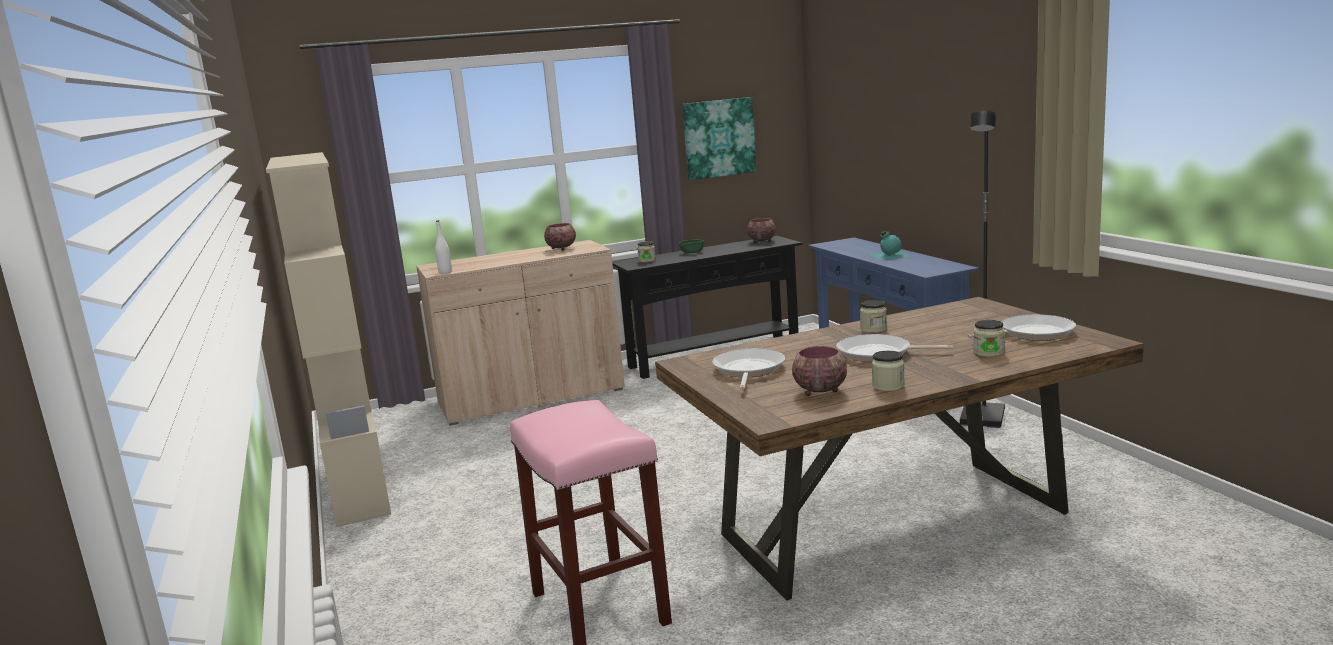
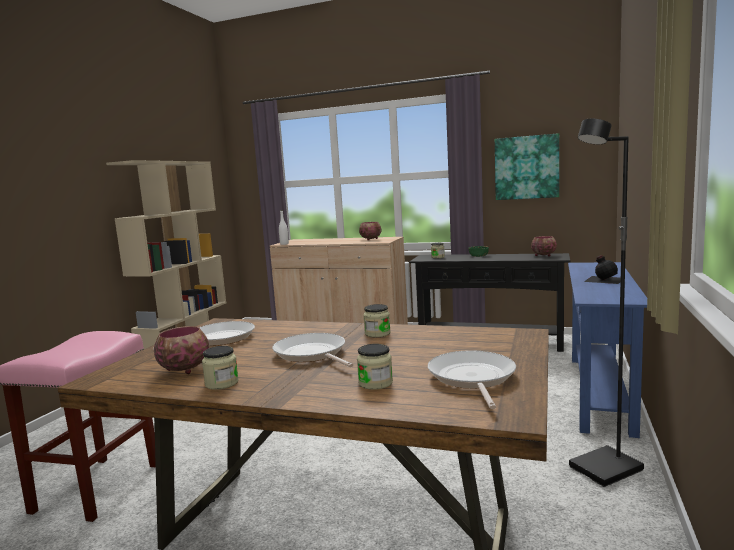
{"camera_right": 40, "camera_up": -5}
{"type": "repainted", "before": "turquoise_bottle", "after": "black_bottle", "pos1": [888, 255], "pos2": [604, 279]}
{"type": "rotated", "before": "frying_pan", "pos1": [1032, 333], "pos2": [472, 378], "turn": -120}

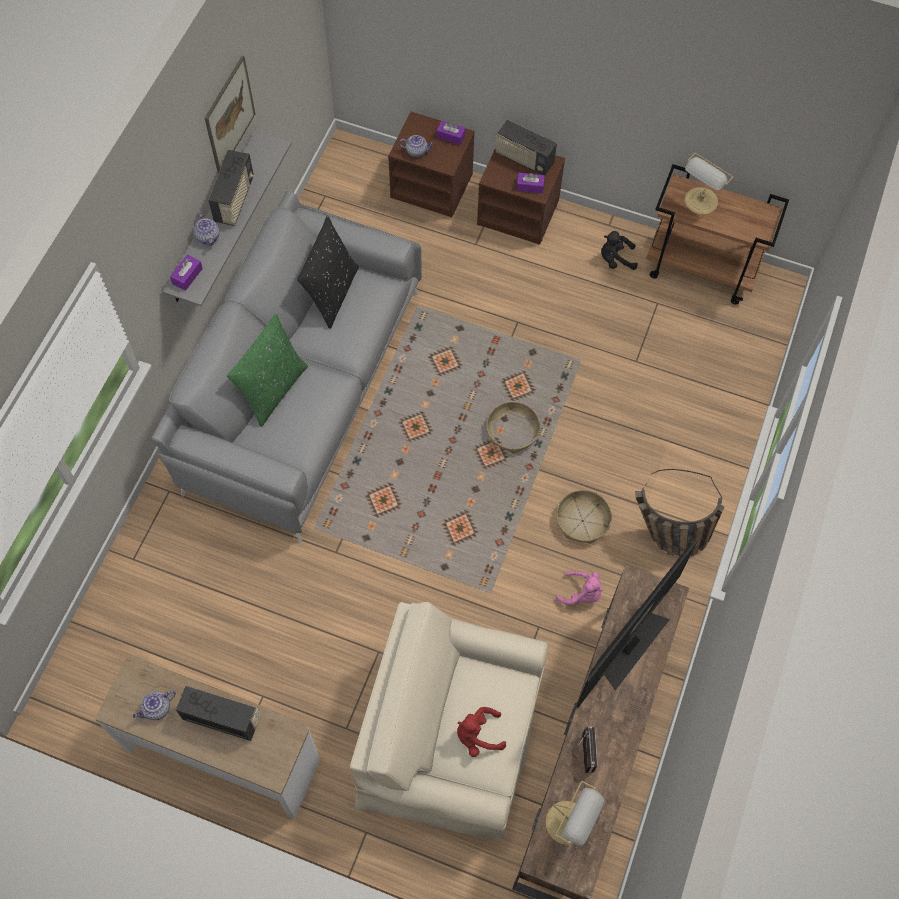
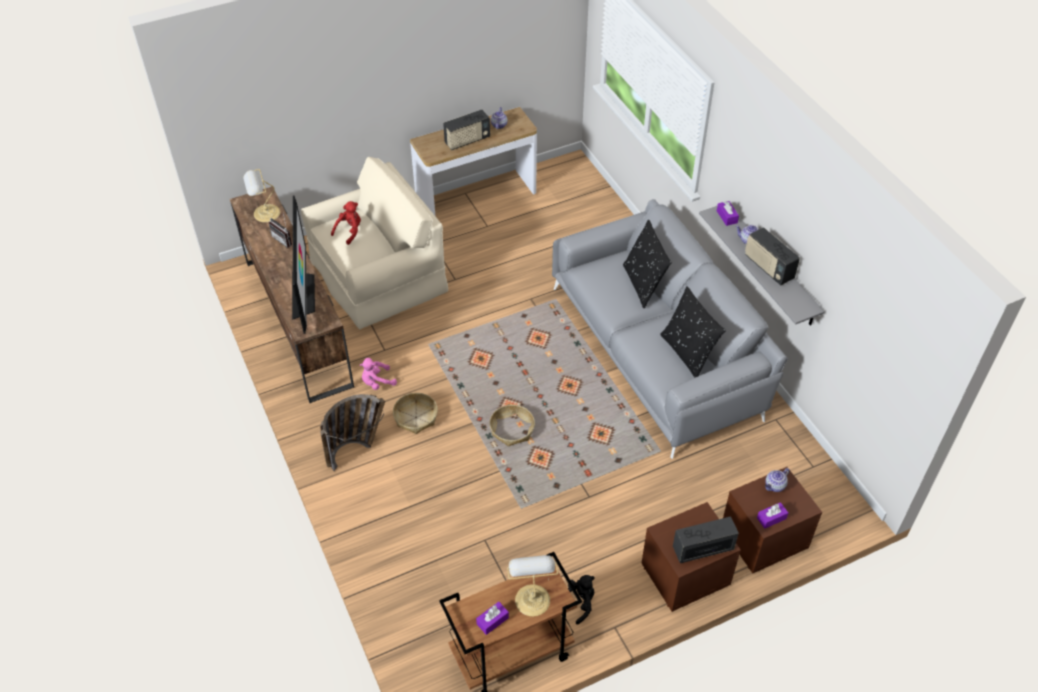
{"camera_right": 135, "camera_up": -15}
{"type": "gone", "before": "picture", "pos1": [229, 115]}
{"type": "shifted", "before": "purple_tissue_box", "pos1": [530, 186], "pos2": [492, 621]}
{"type": "repainted", "before": "green_pillow", "after": "black_pillow", "pos1": [272, 389], "pos2": [643, 284]}

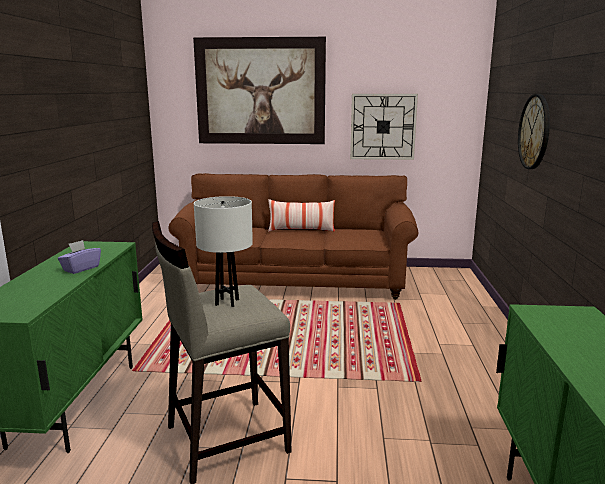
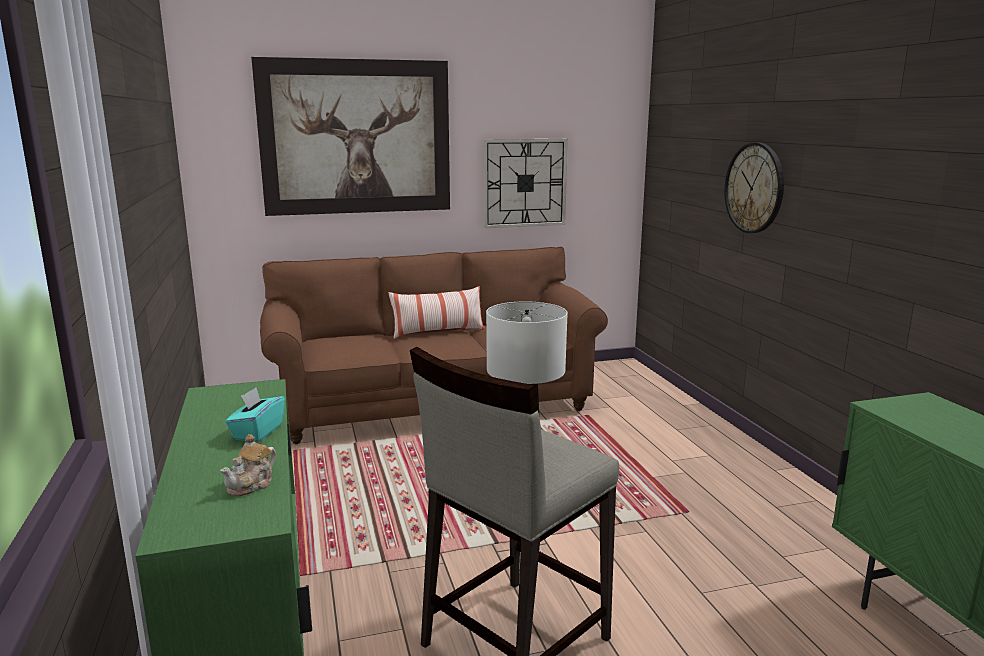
{"camera_right": -20, "camera_up": 0}
{"type": "new", "after": "teapot", "pos2": [252, 485]}
{"type": "repainted", "before": "purple_tissue_box", "after": "turquoise_tissue_box", "pos1": [81, 268], "pos2": [257, 432]}

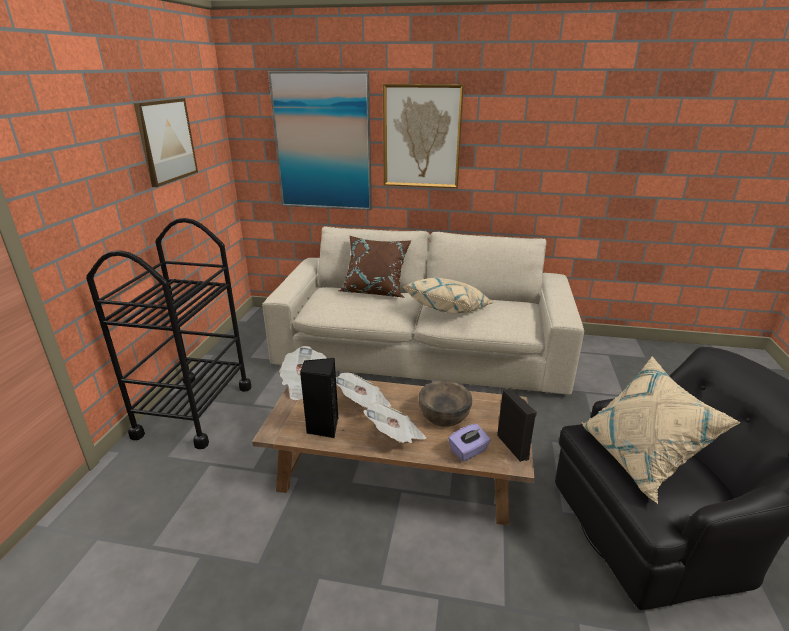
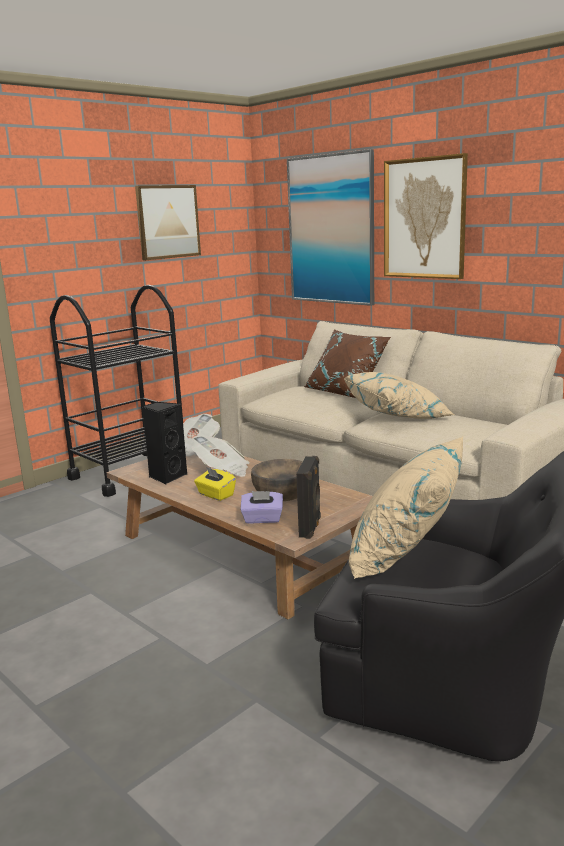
{"camera_right": 35, "camera_up": -10}
{"type": "swapped", "before": "newspaper", "after": "yellow_tissue_box", "pos1": [395, 436], "pos2": [215, 495]}

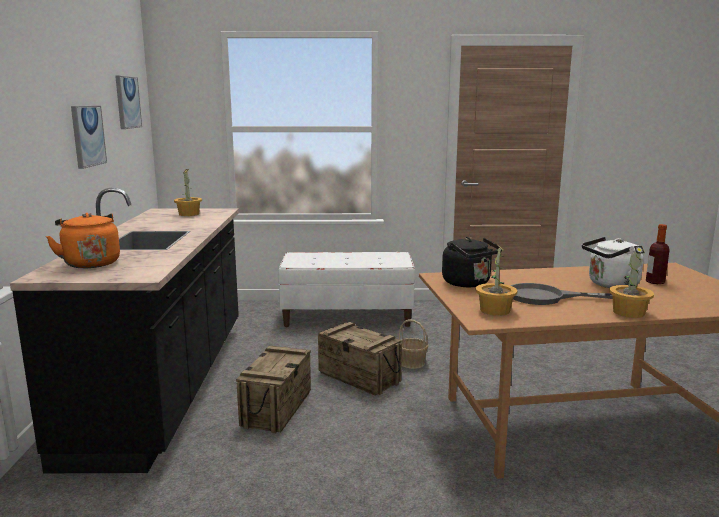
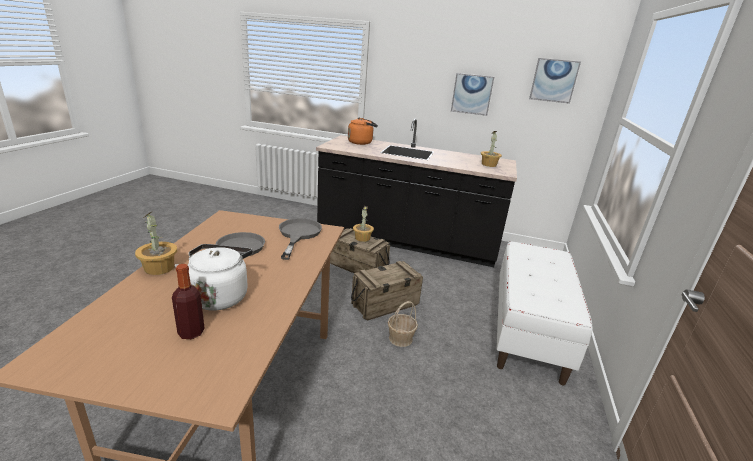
{"camera_right": 105, "camera_up": 10}
{"type": "shifted", "before": "potted_plant", "pos1": [494, 310], "pos2": [362, 238]}
{"type": "swapped", "before": "black_kettle", "after": "grey_frying_pan", "pos1": [468, 283], "pos2": [298, 234]}

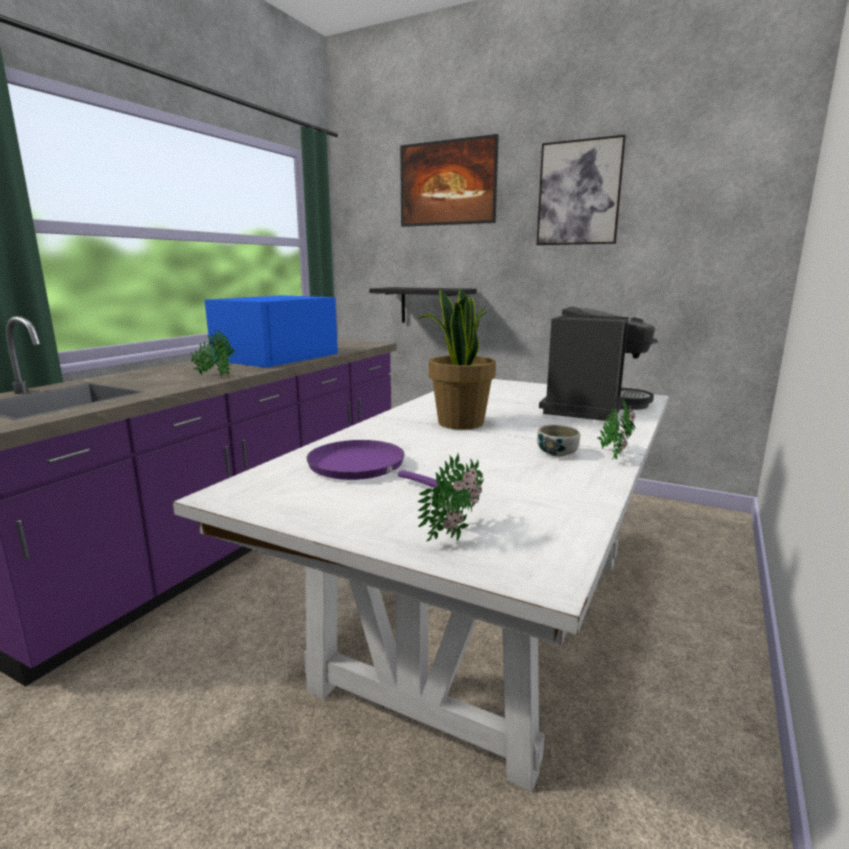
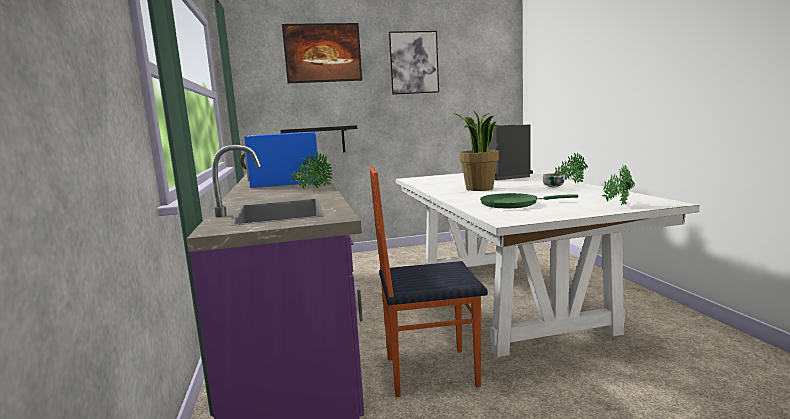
{"camera_right": -40, "camera_up": -5}
{"type": "new", "after": "chair", "pos2": [429, 371]}
{"type": "repainted", "before": "purple_frying_pan", "after": "green_frying_pan", "pos1": [362, 467], "pos2": [513, 204]}

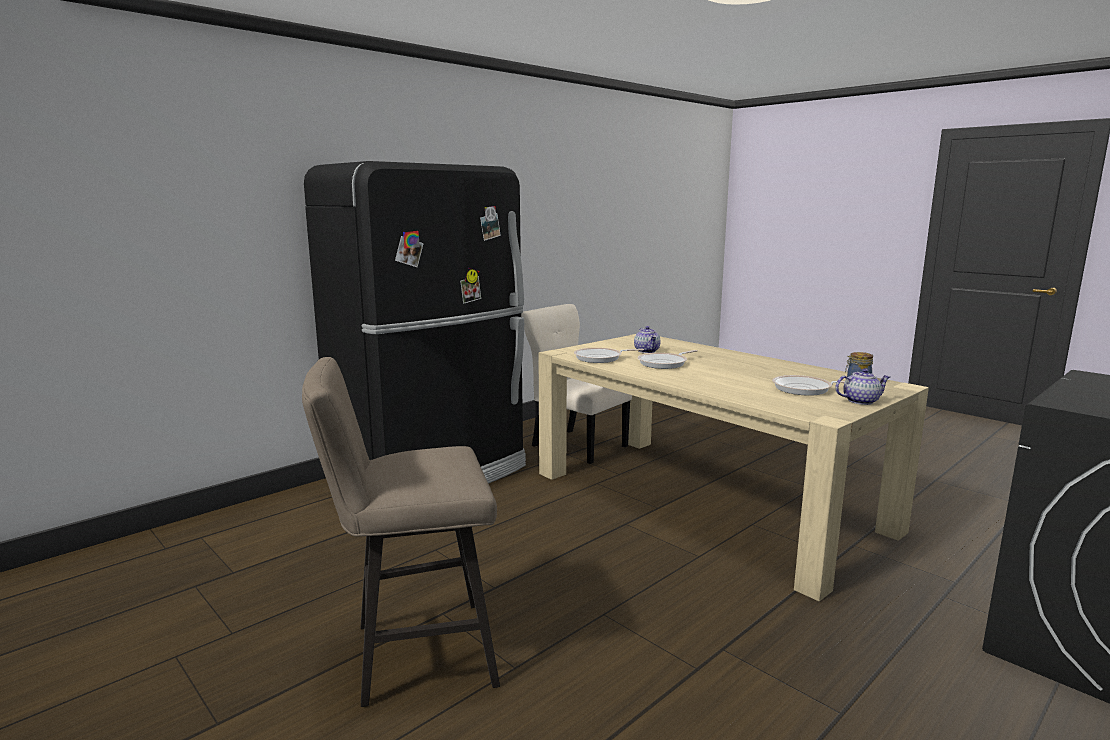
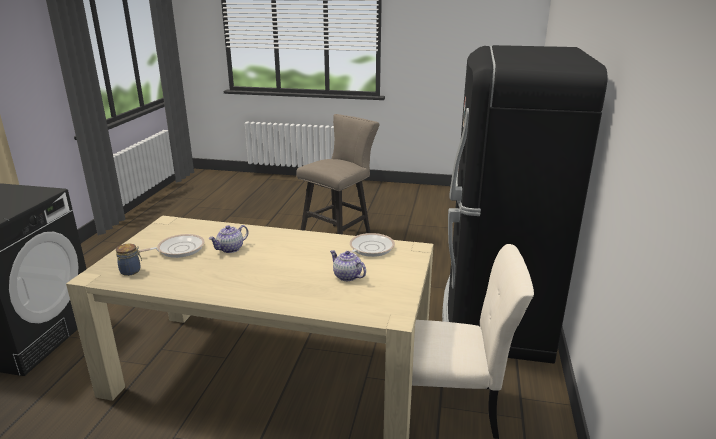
{"camera_right": 145, "camera_up": 10}
{"type": "gone", "before": "frying_pan", "pos1": [665, 363]}
{"type": "shifted", "before": "teapot", "pos1": [860, 401], "pos2": [230, 249]}

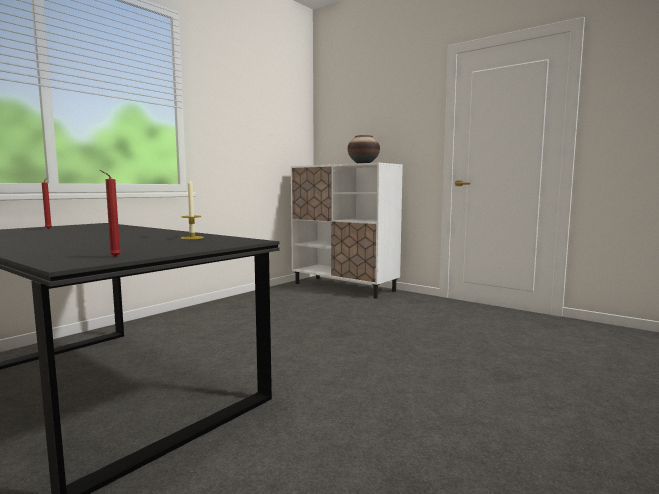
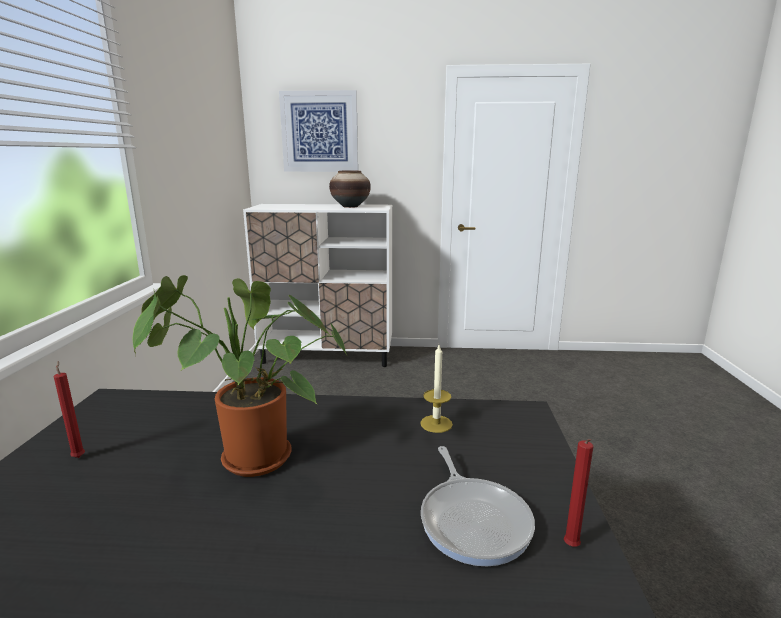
{"camera_right": -35, "camera_up": 10}
{"type": "new", "after": "potted_plant", "pos2": [248, 461]}
{"type": "new", "after": "picture", "pos2": [319, 132]}
{"type": "new", "after": "frying_pan", "pos2": [473, 520]}

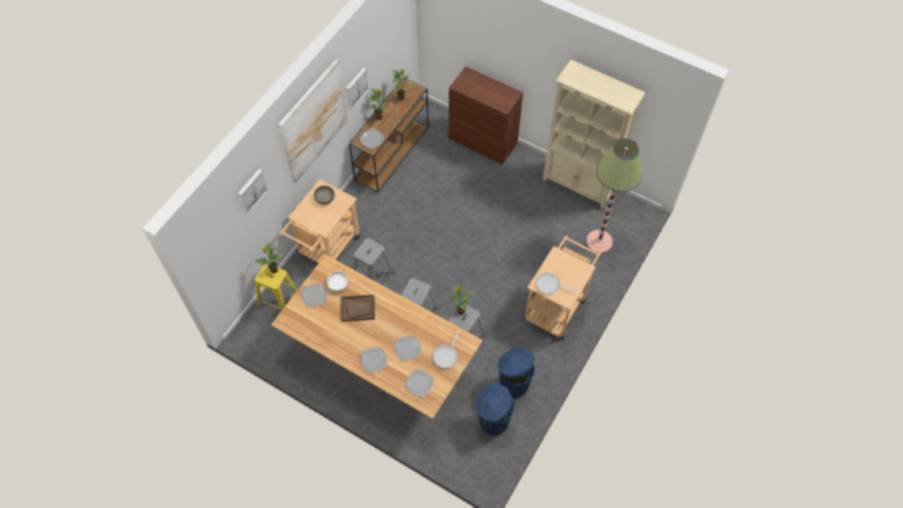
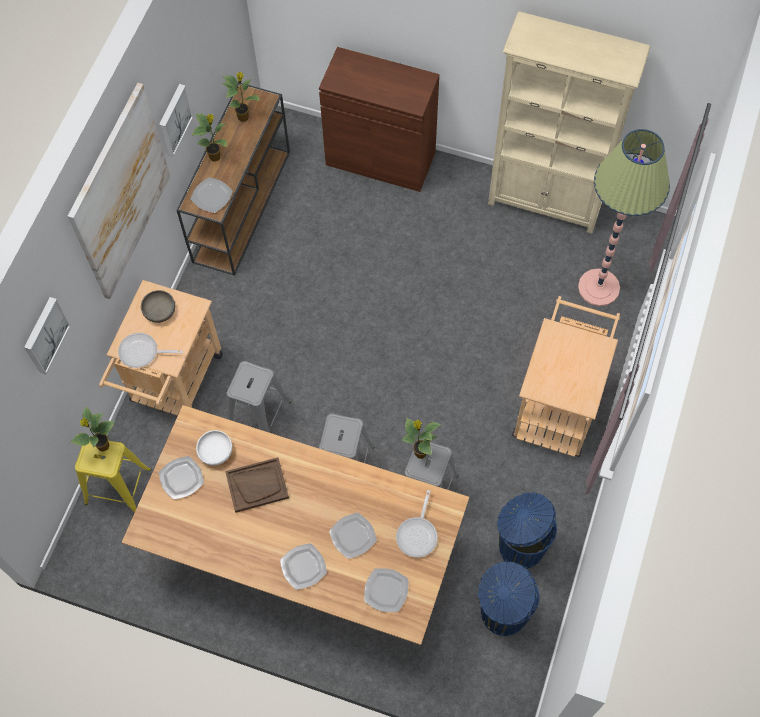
{"camera_right": -10, "camera_up": 5}
{"type": "shifted", "before": "frying_pan", "pos1": [550, 285], "pos2": [142, 352]}

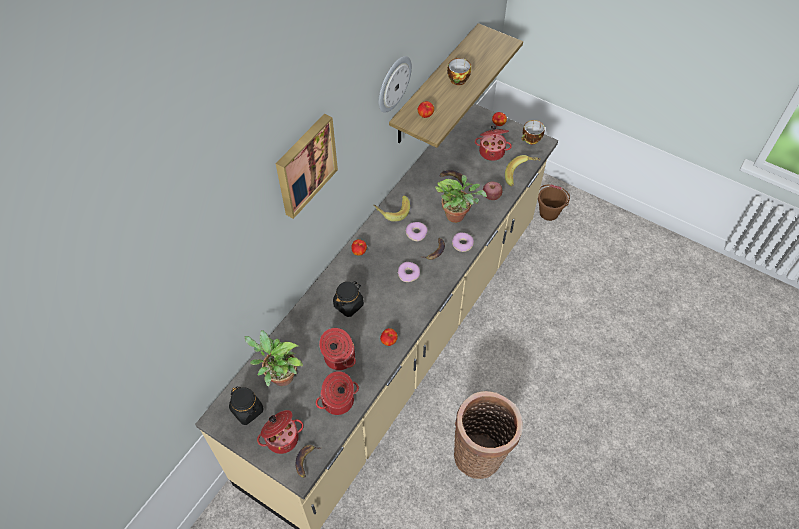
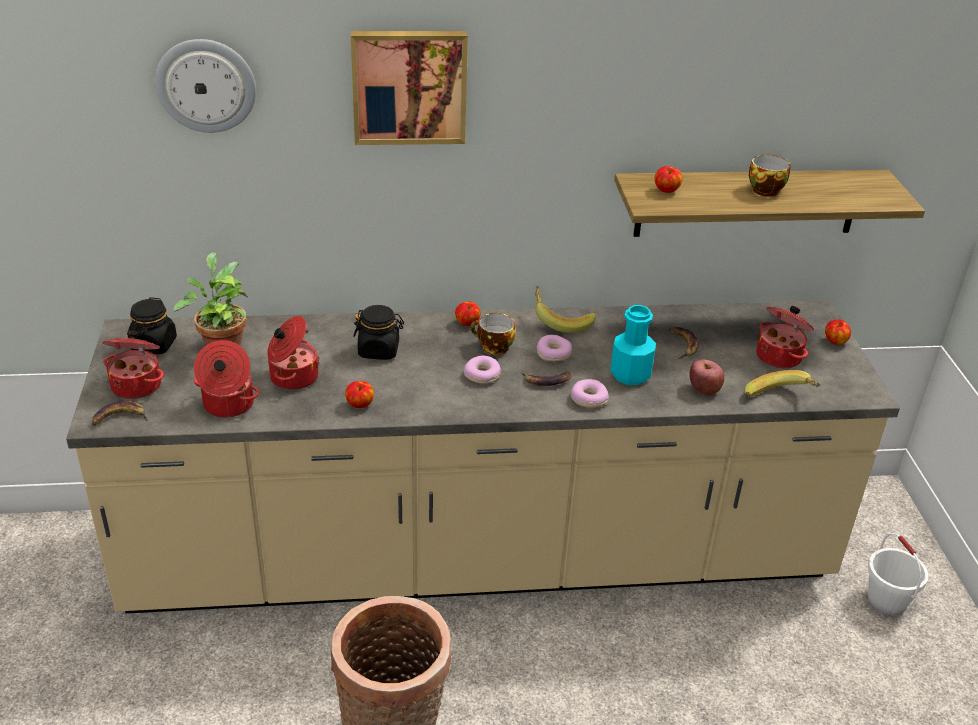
{"camera_right": 50, "camera_up": -20}
{"type": "shifted", "before": "wall_clock", "pos1": [393, 83], "pos2": [206, 85]}
{"type": "shifted", "before": "cup", "pos1": [531, 140], "pos2": [493, 347]}
{"type": "swapped", "before": "potted_plant", "after": "turquoise_bottle", "pos1": [458, 215], "pos2": [630, 374]}
{"type": "repainted", "before": "brown_bucket", "after": "white_bucket", "pos1": [549, 213], "pos2": [887, 601]}

